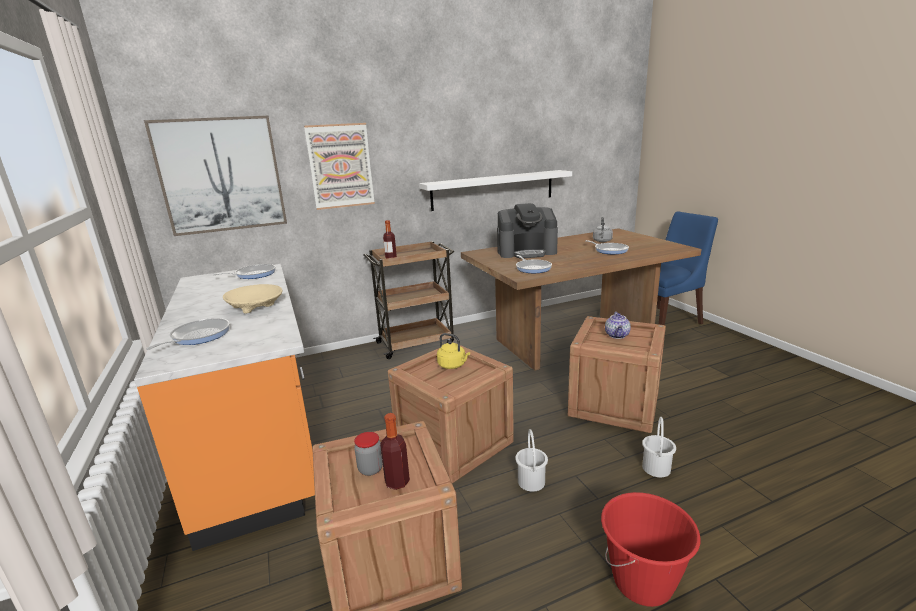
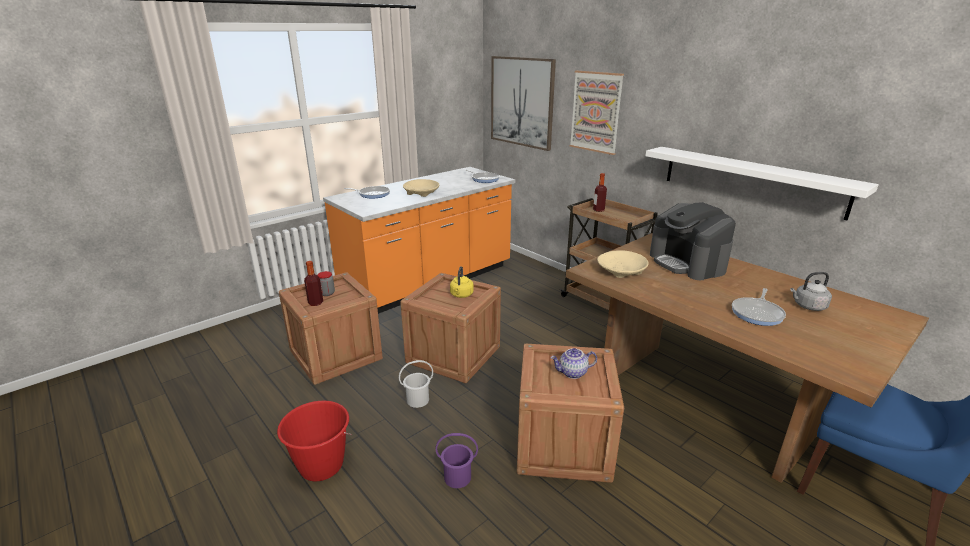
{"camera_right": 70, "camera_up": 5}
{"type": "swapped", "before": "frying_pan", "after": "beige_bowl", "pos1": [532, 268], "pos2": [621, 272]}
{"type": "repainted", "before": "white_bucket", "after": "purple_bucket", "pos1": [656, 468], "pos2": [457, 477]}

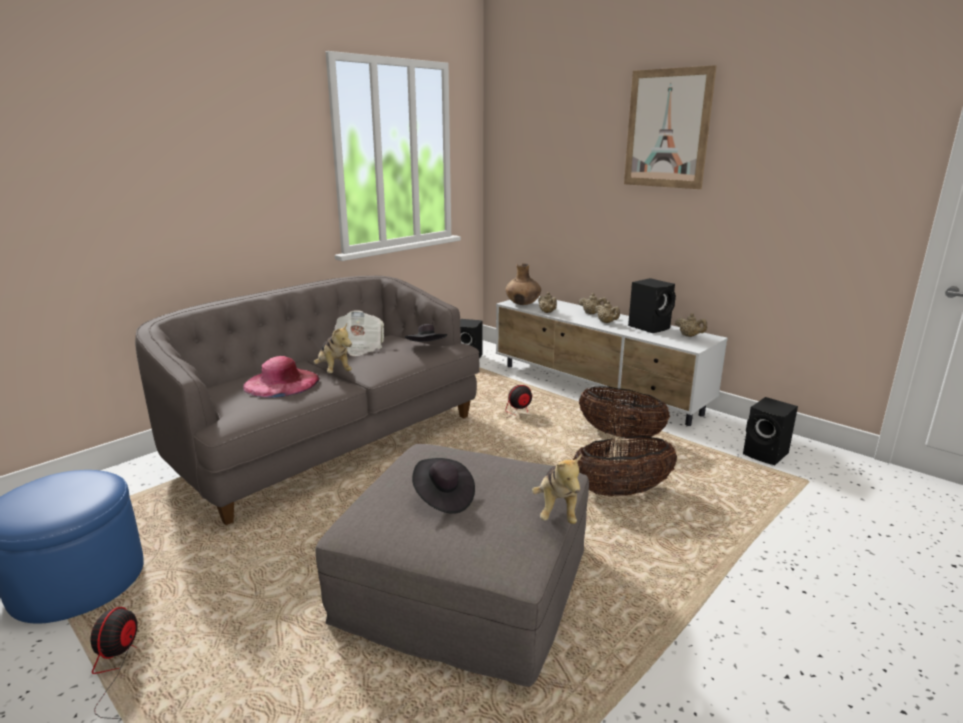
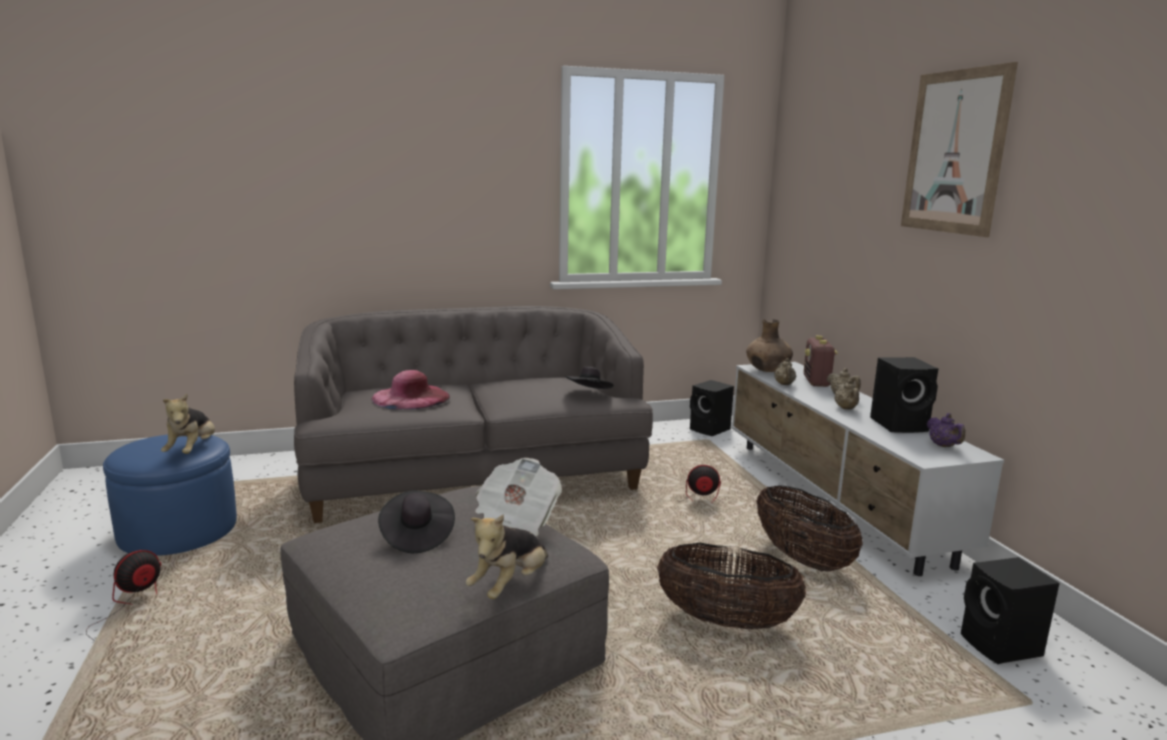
{"camera_right": 30, "camera_up": -5}
{"type": "new", "after": "radio", "pos2": [816, 382]}
{"type": "shifted", "before": "plush_toy", "pos1": [334, 371], "pos2": [192, 450]}
{"type": "shifted", "before": "newspaper", "pos1": [360, 347], "pos2": [514, 522]}
{"type": "repainted", "before": "beige_teapot", "after": "purple_teapot", "pos1": [689, 336], "pos2": [943, 446]}

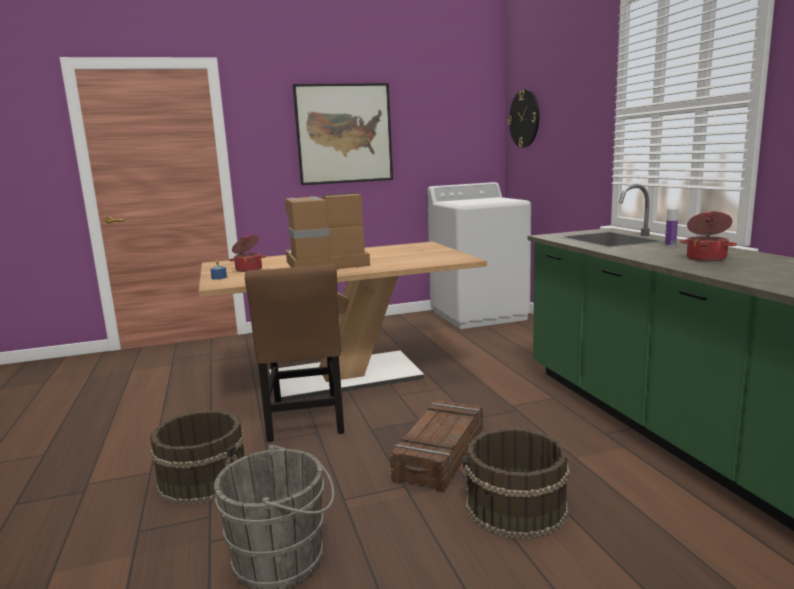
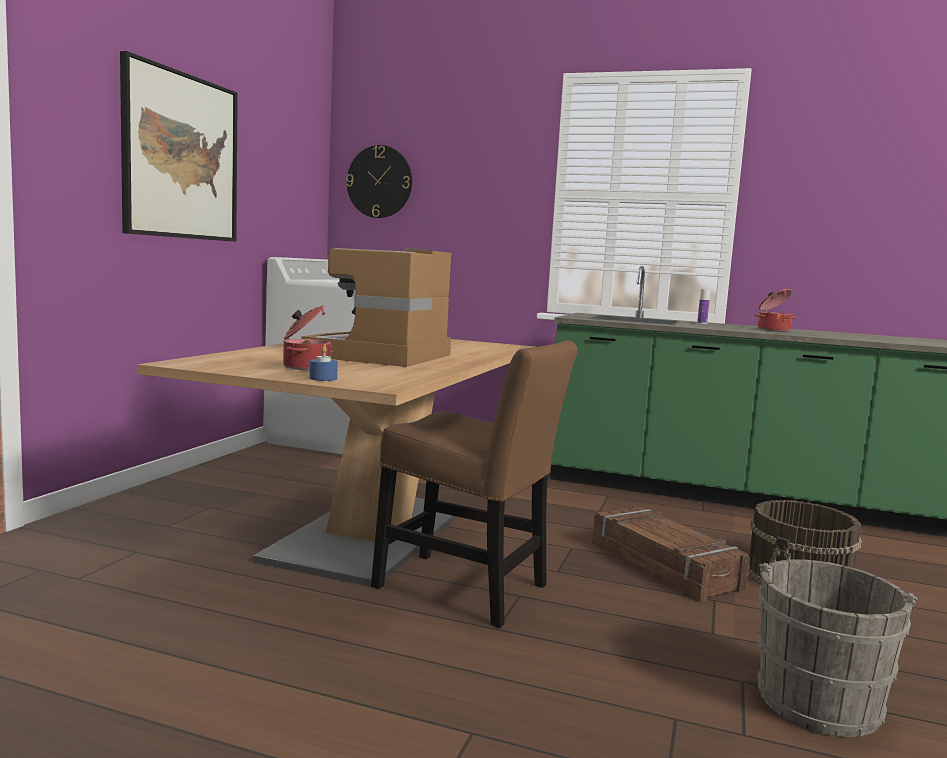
{"camera_right": -55, "camera_up": -5}
{"type": "gone", "before": "brown_bucket", "pos1": [204, 479]}

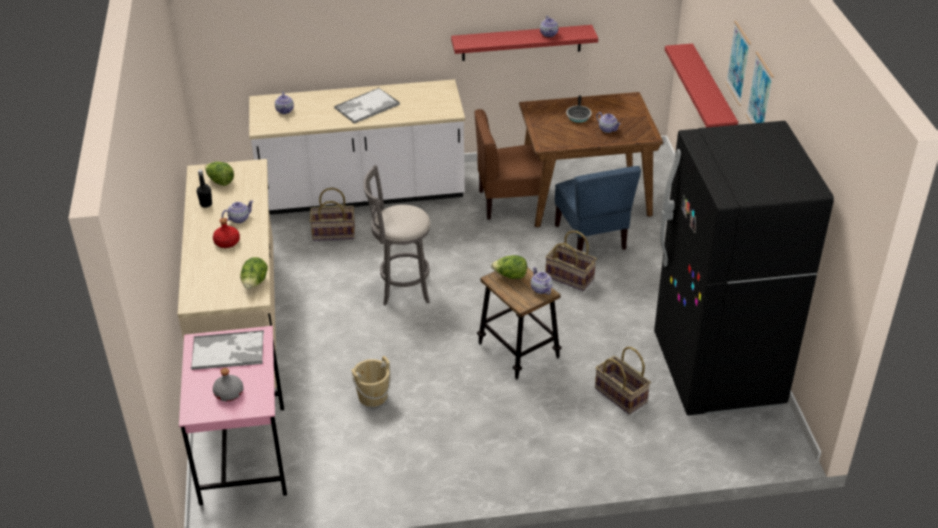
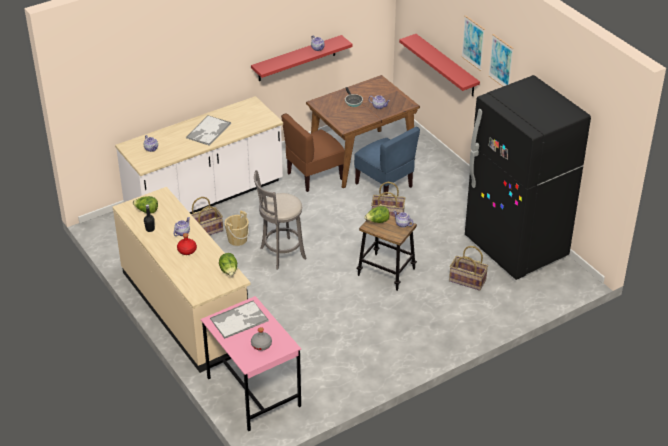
{"camera_right": -25, "camera_up": 0}
{"type": "shifted", "before": "beige_bucket", "pos1": [372, 396], "pos2": [237, 239]}

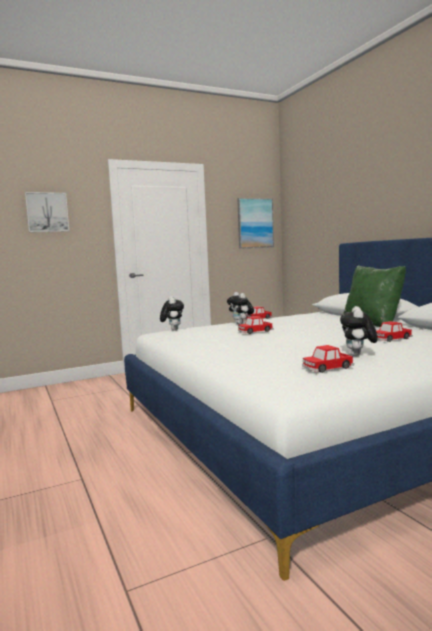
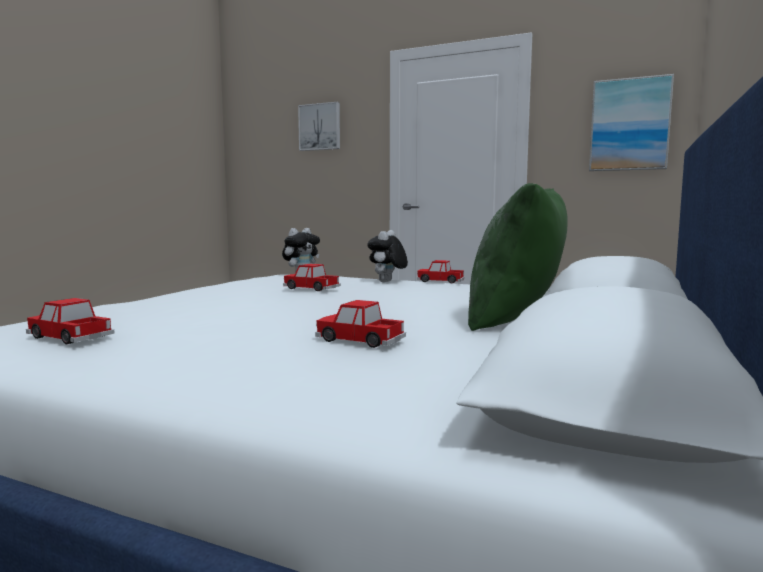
{"camera_right": 50, "camera_up": 0}
{"type": "gone", "before": "plush_toy", "pos1": [358, 355]}

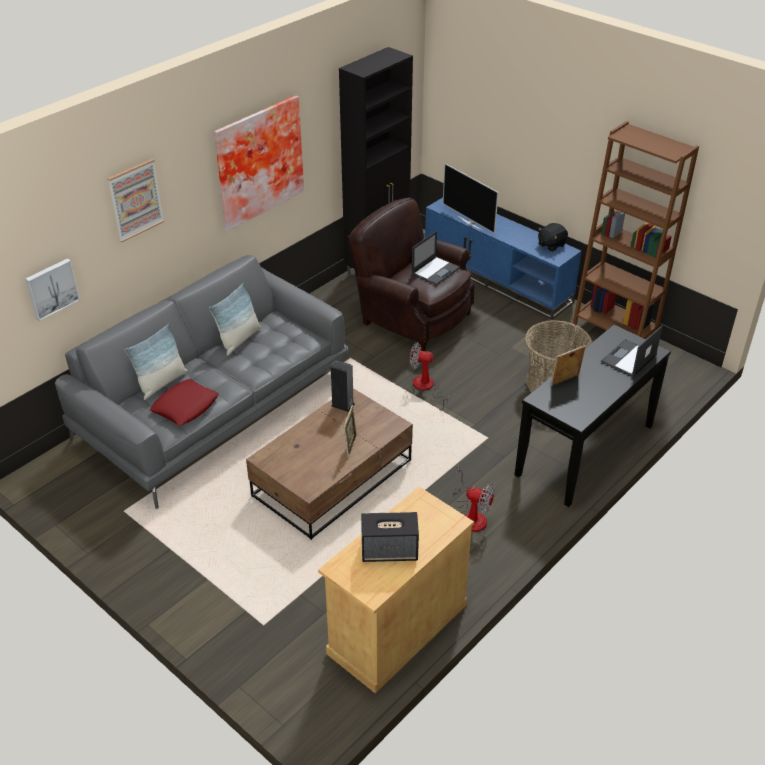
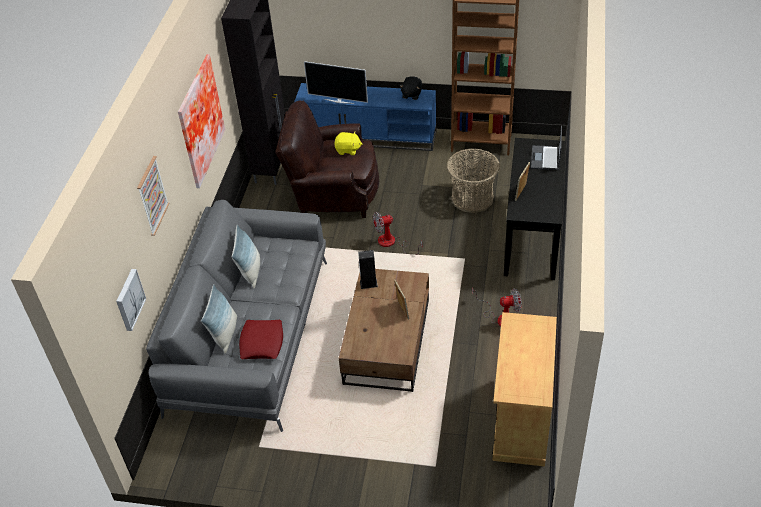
{"camera_right": -30, "camera_up": 5}
{"type": "gone", "before": "speaker", "pos1": [390, 551]}
{"type": "swapped", "before": "laptop", "after": "yellow_plush_toy", "pos1": [435, 270], "pos2": [348, 150]}

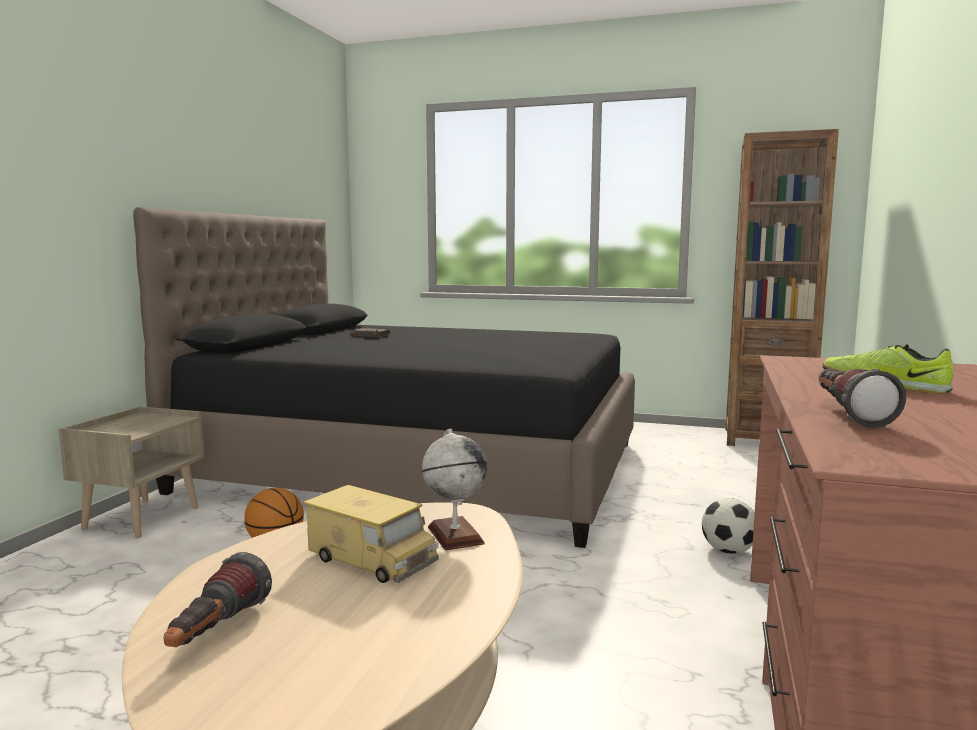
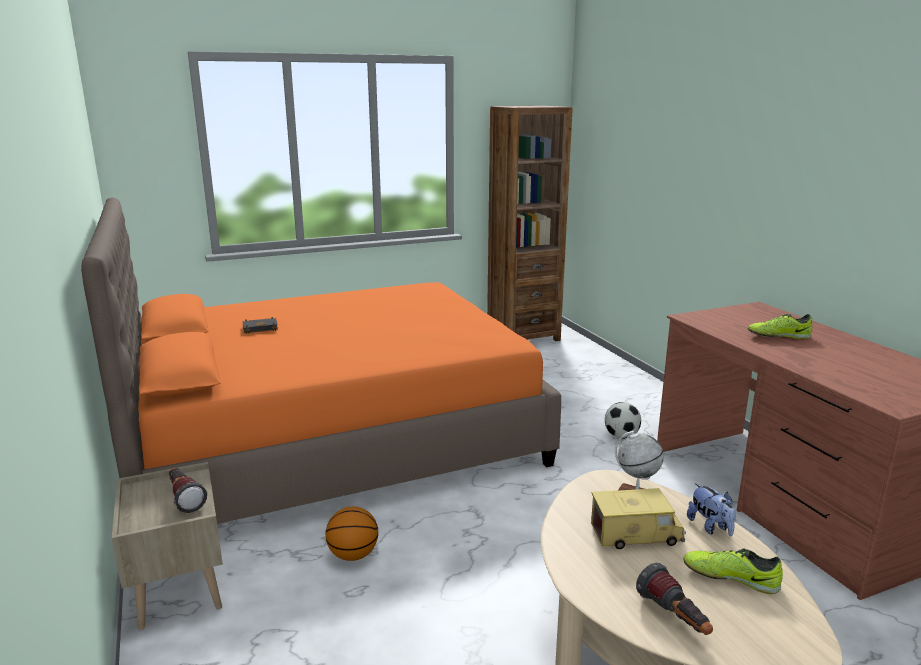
{"camera_right": -40, "camera_up": 10}
{"type": "new", "after": "shoe", "pos2": [730, 577]}
{"type": "new", "after": "plush_toy", "pos2": [710, 527]}
{"type": "shifted", "before": "flashlight", "pos1": [847, 415], "pos2": [184, 498]}
{"type": "repainted", "before": "black_bed", "after": "orange_bed", "pos1": [419, 466], "pos2": [333, 438]}

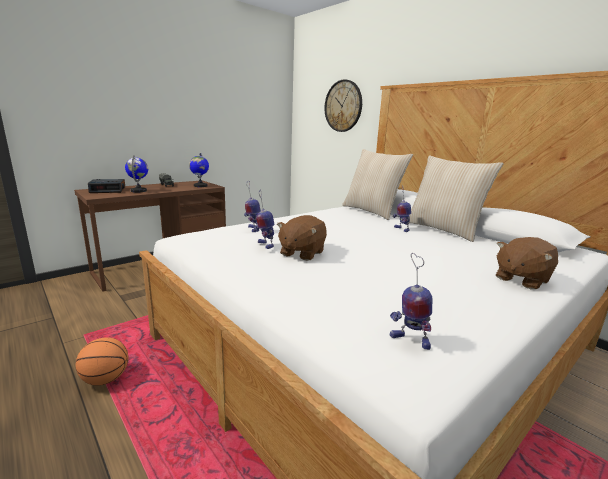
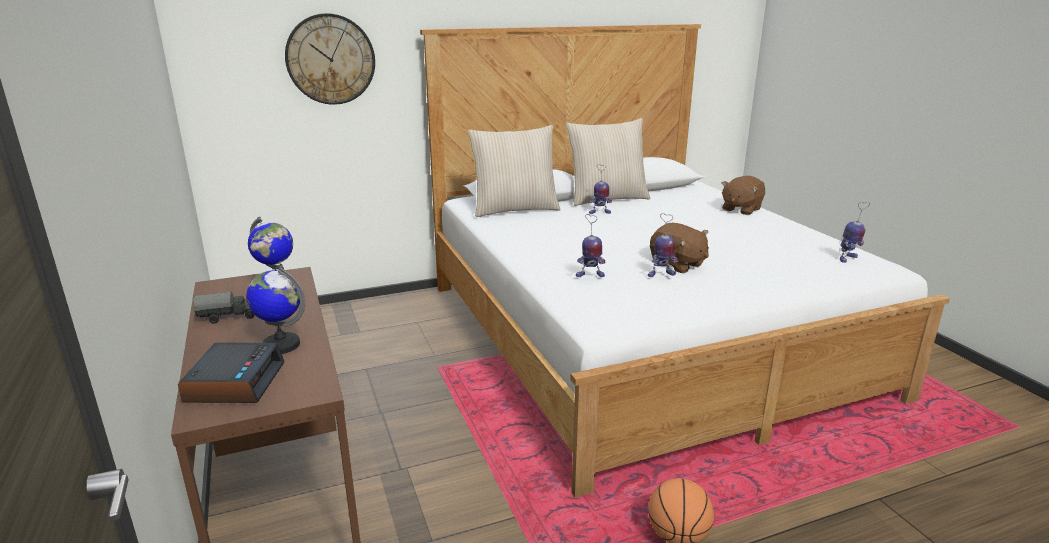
{"camera_right": -70, "camera_up": 5}
{"type": "rotated", "before": "brown_plush_toy", "pos1": [521, 279], "pos2": [741, 209], "turn": 60}

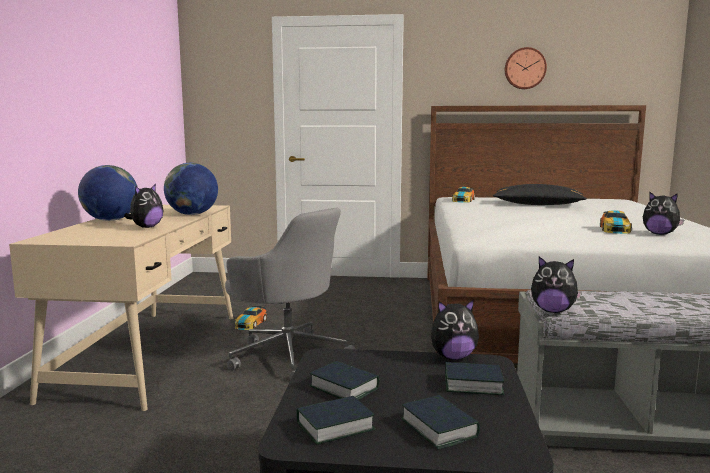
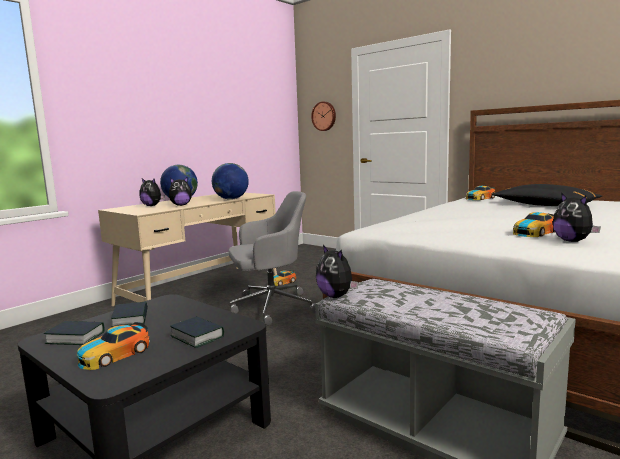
{"camera_right": 35, "camera_up": 0}
{"type": "shifted", "before": "plush_toy", "pos1": [453, 357], "pos2": [152, 206]}
{"type": "shifted", "before": "wall_clock", "pos1": [525, 68], "pos2": [324, 116]}
{"type": "swapped", "before": "book", "after": "toy_car", "pos1": [439, 428], "pos2": [114, 355]}
{"type": "rotated", "before": "grey_office_chair", "pos1": [288, 355], "pos2": [270, 307], "turn": -90}

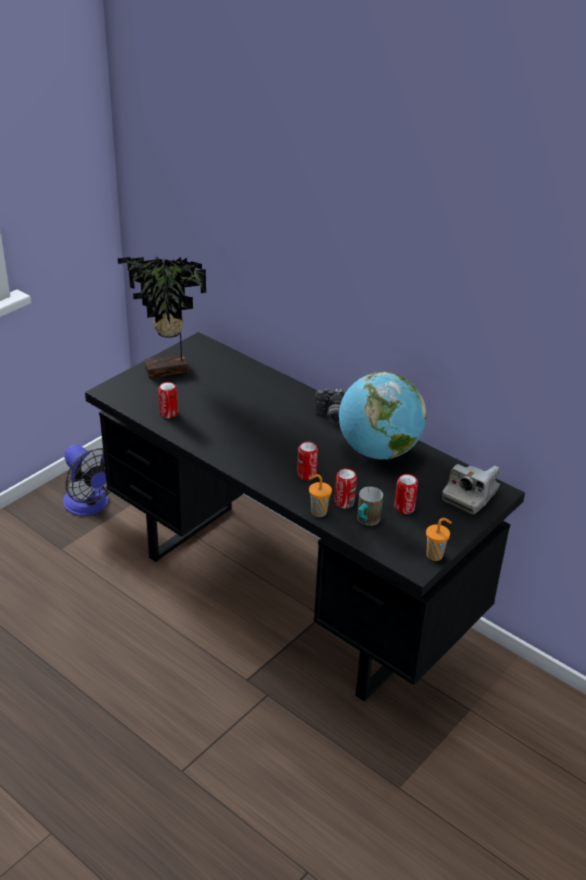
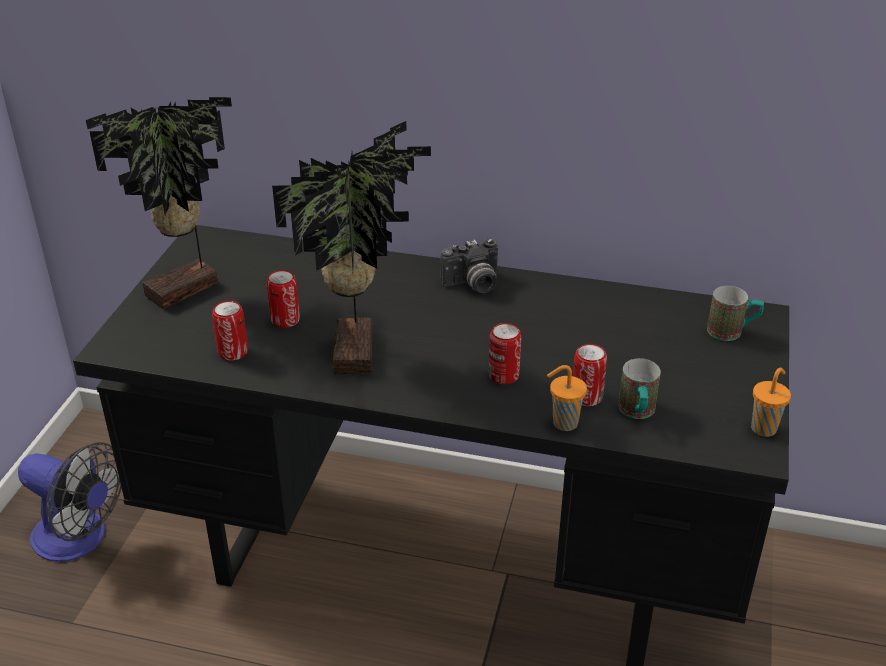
{"camera_right": -25, "camera_up": 0}
{"type": "gone", "before": "globe", "pos1": [378, 451]}
{"type": "new", "after": "potted_plant", "pos2": [359, 351]}
{"type": "shifted", "before": "can", "pos1": [404, 508], "pos2": [285, 320]}
{"type": "swapped", "before": "photo_camera", "after": "mug", "pos1": [470, 495], "pos2": [732, 332]}

